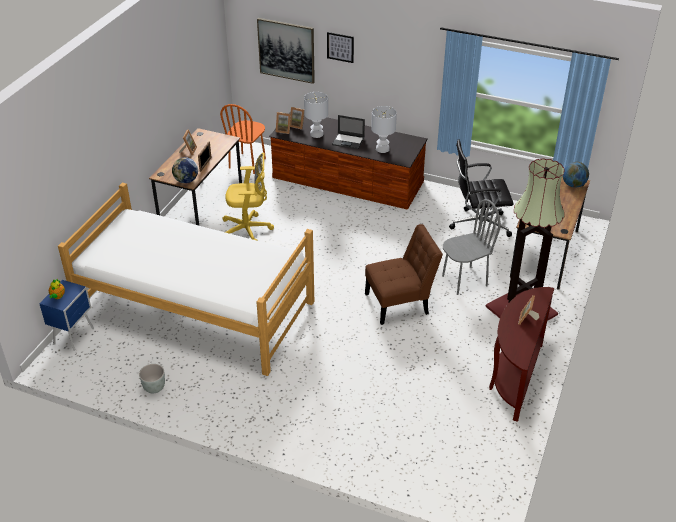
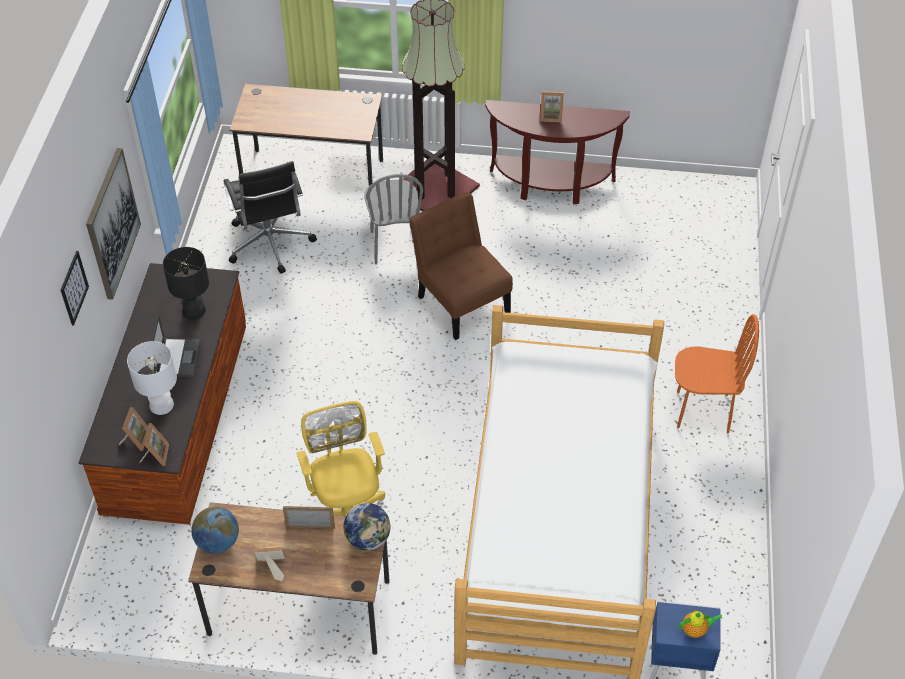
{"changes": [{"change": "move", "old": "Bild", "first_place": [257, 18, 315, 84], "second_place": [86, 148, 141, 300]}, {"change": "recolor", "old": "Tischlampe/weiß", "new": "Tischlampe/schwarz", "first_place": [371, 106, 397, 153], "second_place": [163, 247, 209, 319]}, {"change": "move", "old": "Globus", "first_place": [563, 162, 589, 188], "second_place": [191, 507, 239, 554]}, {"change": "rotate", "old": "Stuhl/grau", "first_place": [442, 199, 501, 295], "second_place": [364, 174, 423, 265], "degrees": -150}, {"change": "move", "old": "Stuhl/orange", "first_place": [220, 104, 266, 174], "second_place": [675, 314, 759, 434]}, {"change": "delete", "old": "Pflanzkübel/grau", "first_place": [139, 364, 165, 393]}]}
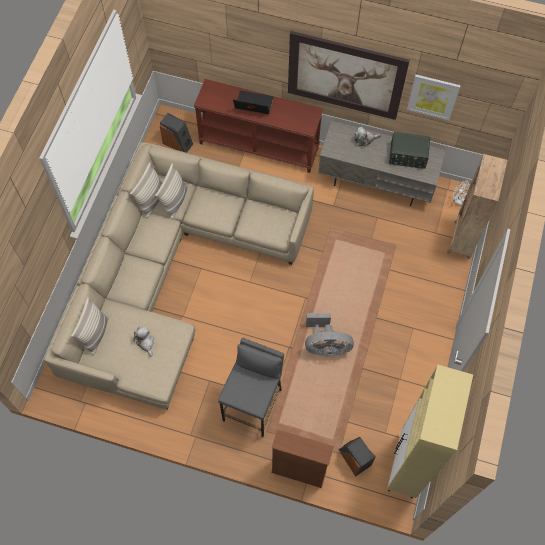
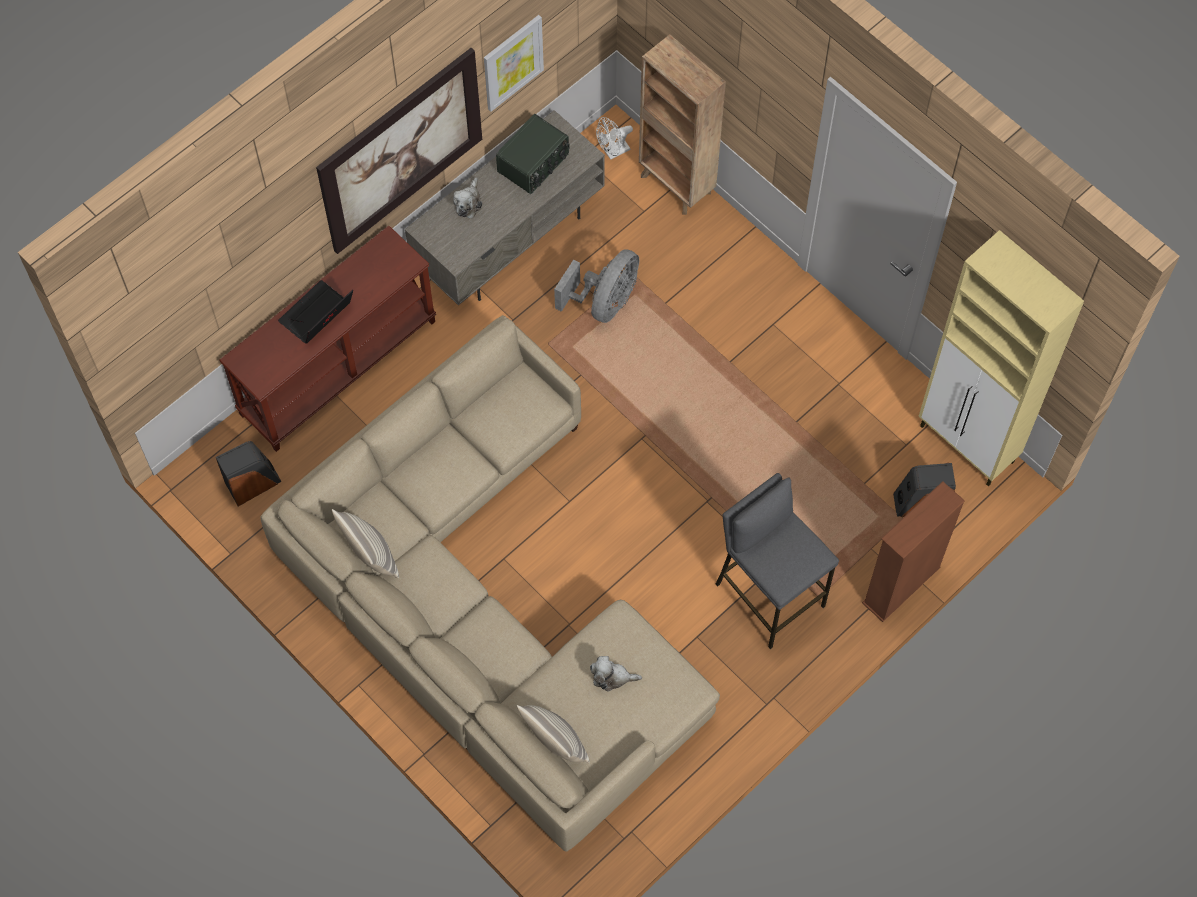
{"changes": [{"change": "move", "old": "Ventilator/grau", "first_place": [305, 313, 354, 356], "second_place": [554, 250, 639, 323]}, {"change": "delete", "old": "Kissen", "first_place": [155, 163, 188, 220]}]}
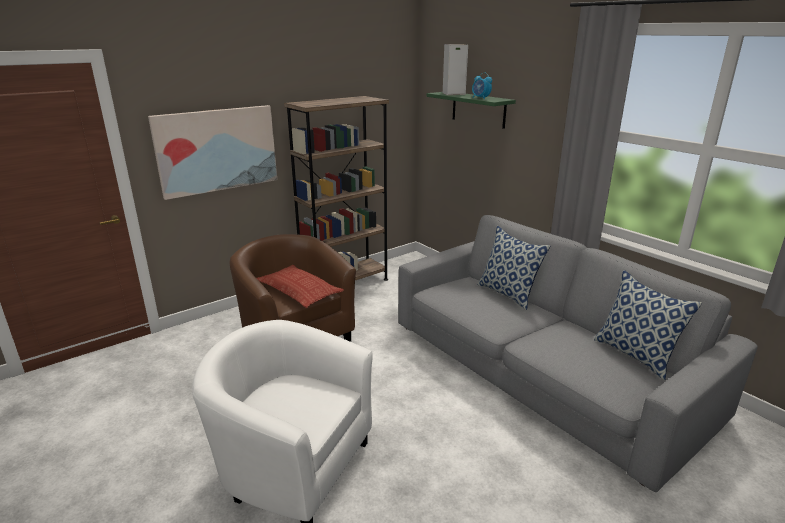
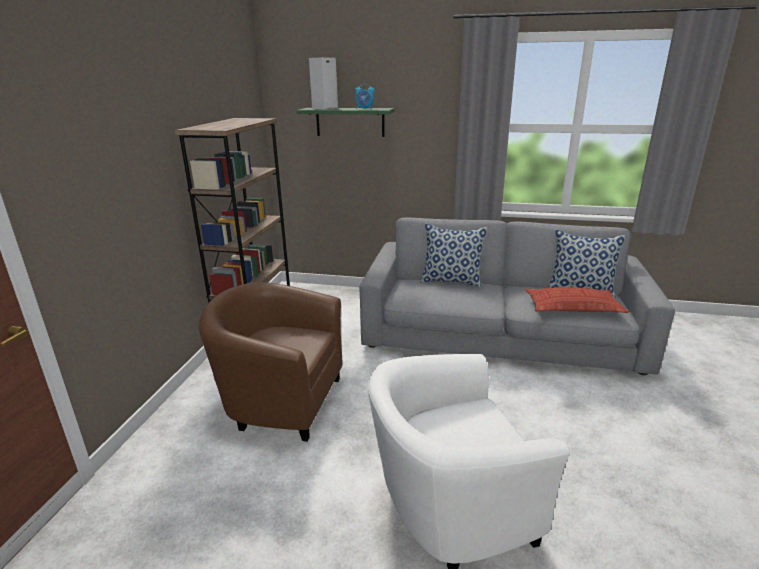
{"changes": [{"change": "move", "old": "Kissen", "first_place": [257, 265, 344, 308], "second_place": [526, 287, 629, 313]}, {"change": "delete", "old": "Bild", "first_place": [148, 105, 277, 200]}]}
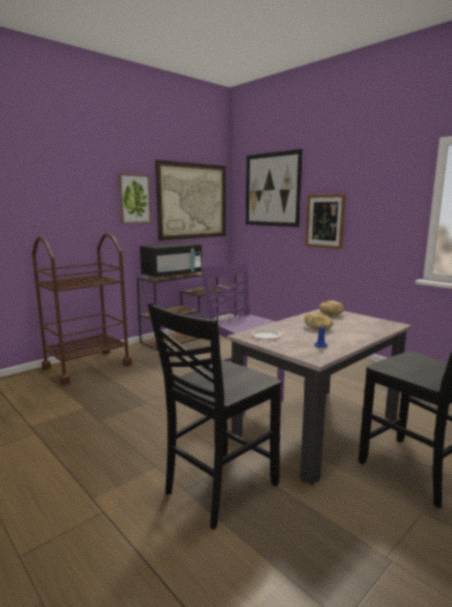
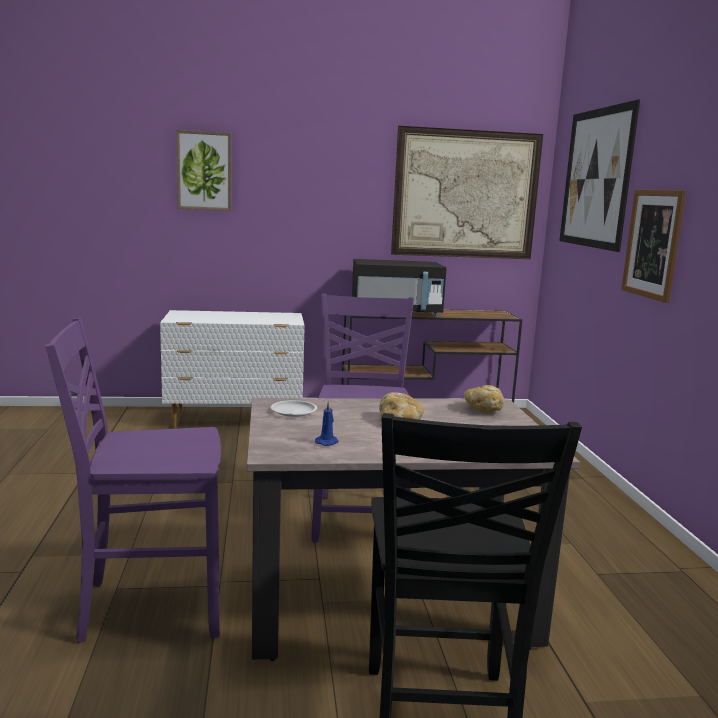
{"changes": [{"change": "recolor", "old": "Stuhl/schwarz", "new": "Stuhl/lila", "first_place": [147, 302, 282, 530], "second_place": [46, 318, 221, 643]}, {"change": "replace", "old": "Rollwagen/braun", "new": "Kommode/weiß", "first_place": [32, 233, 132, 385], "second_place": [160, 310, 305, 428]}, {"change": "move", "old": "Bild", "first_place": [118, 173, 151, 224], "second_place": [176, 130, 231, 211]}]}
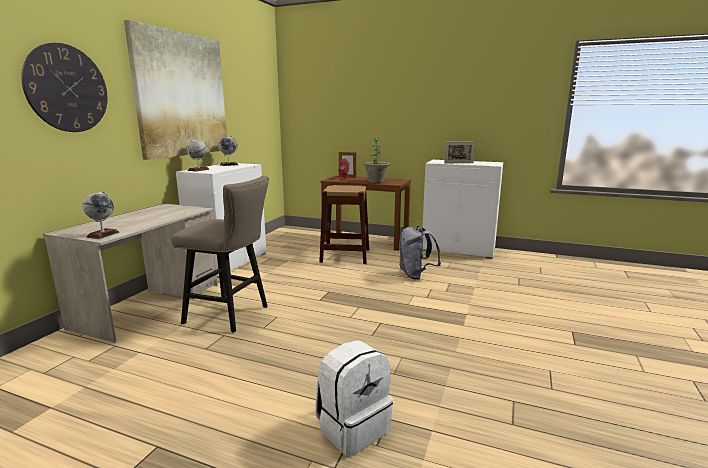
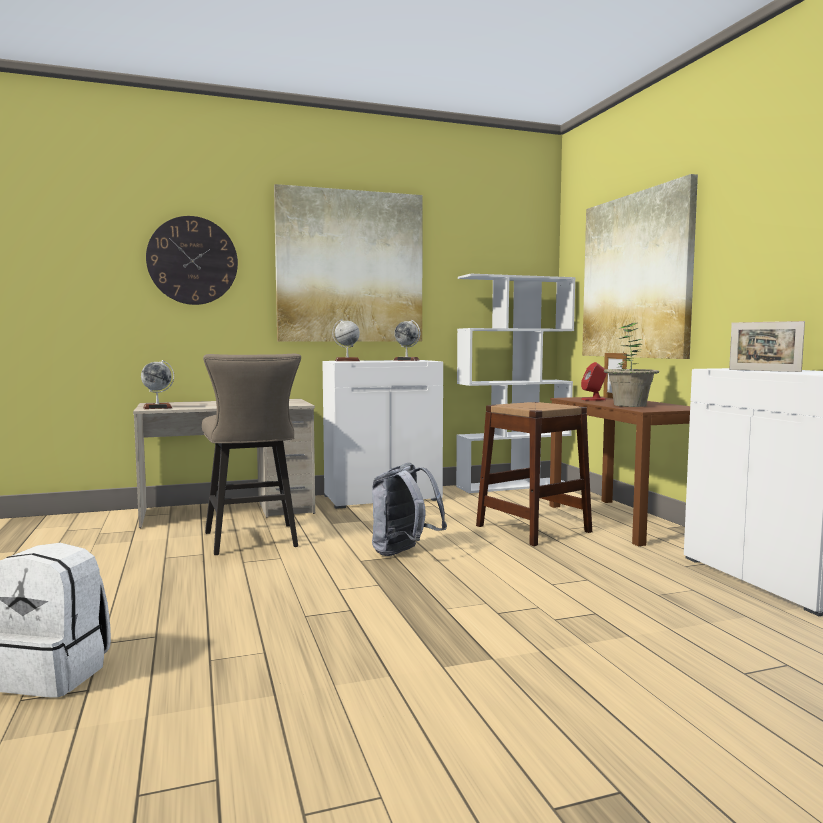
{"changes": [{"change": "move", "old": "Rucksack/grau", "first_place": [399, 226, 441, 280], "second_place": [372, 463, 447, 556]}, {"change": "insert", "new": "Bücherregal/weiß", "second_place": [456, 274, 576, 493]}, {"change": "insert", "new": "Bild", "second_place": [582, 174, 698, 359]}]}
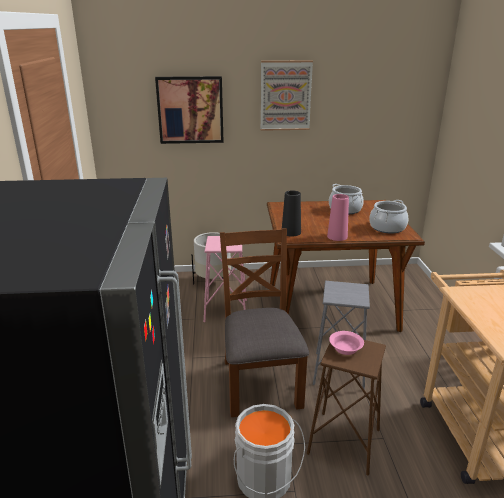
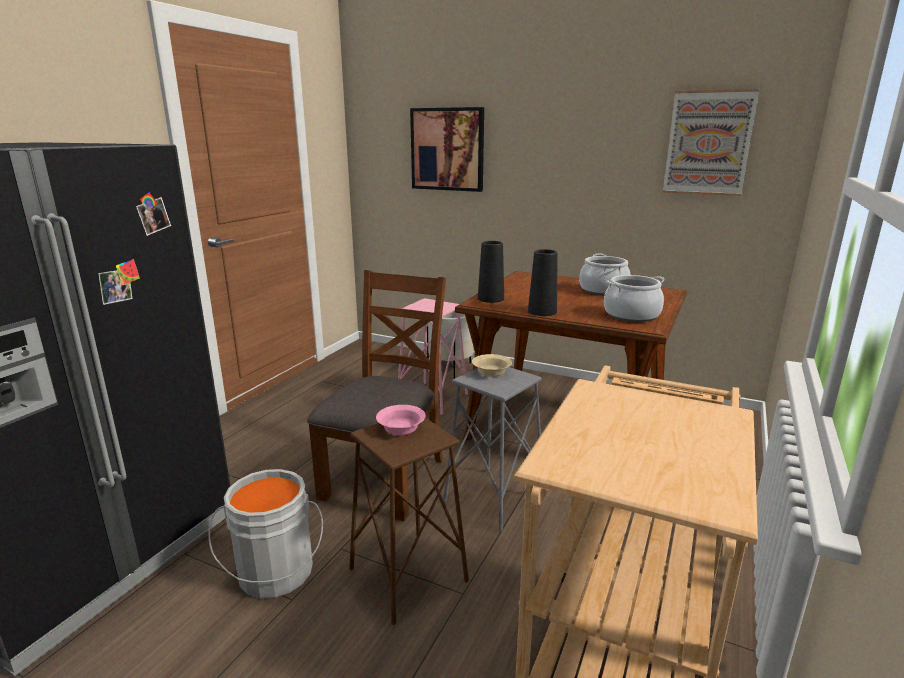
{"changes": [{"change": "insert", "new": "Schüssel/beige", "second_place": [472, 354, 512, 377]}, {"change": "recolor", "old": "Vase/rosa", "new": "Vase/schwarz", "first_place": [327, 194, 349, 241], "second_place": [528, 249, 558, 316]}, {"change": "move", "old": "Bild", "first_place": [261, 61, 313, 131], "second_place": [663, 89, 759, 196]}]}
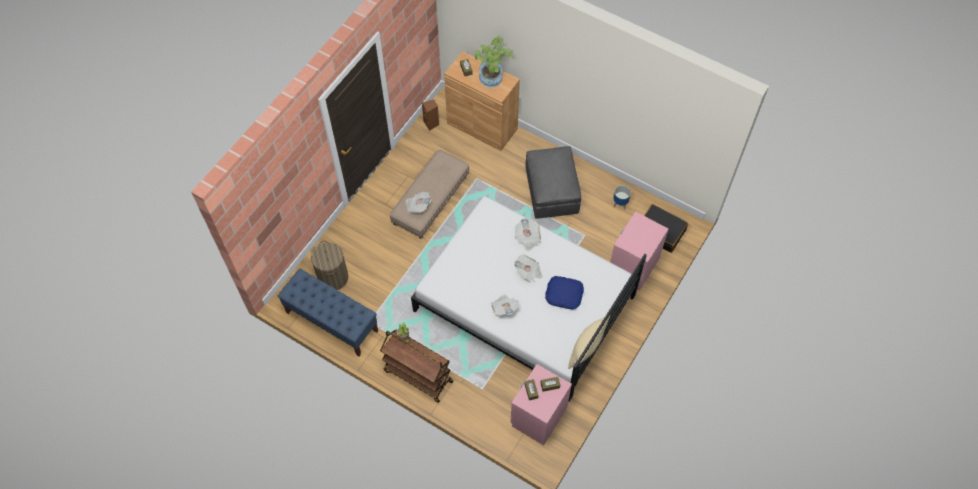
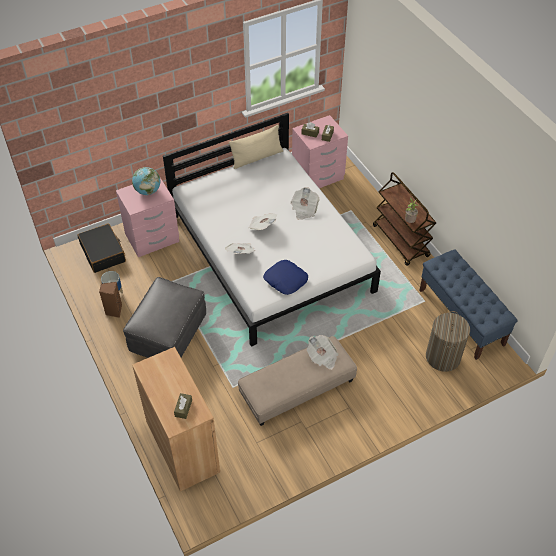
{"changes": [{"change": "move", "old": "Lautsprecher/braun", "first_place": [422, 100, 439, 131], "second_place": [99, 282, 122, 318]}, {"change": "insert", "new": "Globus", "second_place": [132, 167, 161, 195]}, {"change": "move", "old": "Kissen/blau", "first_place": [545, 276, 584, 309], "second_place": [263, 260, 308, 295]}, {"change": "delete", "old": "Topfpflanze", "first_place": [474, 35, 514, 88]}]}
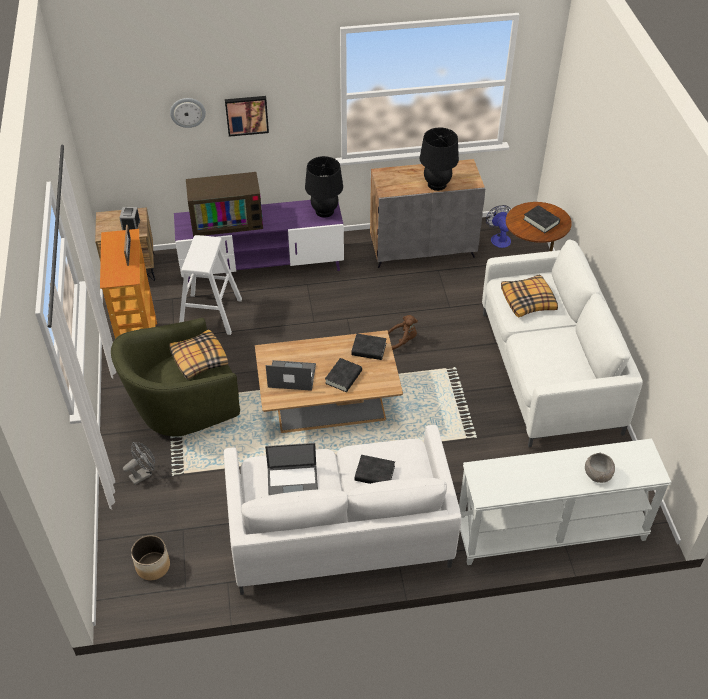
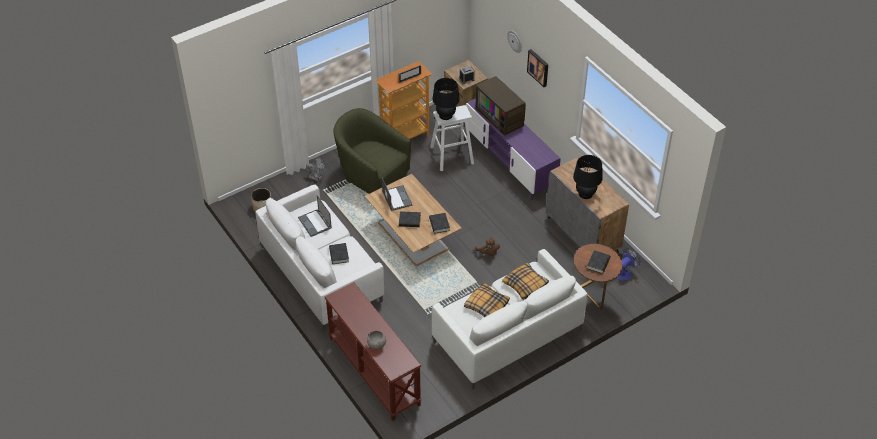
{"changes": [{"change": "recolor", "old": "Konsolentisch/weiß", "new": "Konsolentisch/braun", "first_place": [459, 439, 671, 565], "second_place": [325, 282, 422, 421]}, {"change": "move", "old": "Tischlampe/schwarz", "first_place": [305, 156, 343, 218], "second_place": [432, 78, 460, 120]}, {"change": "move", "old": "Kissen", "first_place": [169, 330, 228, 380], "second_place": [464, 283, 510, 317]}]}
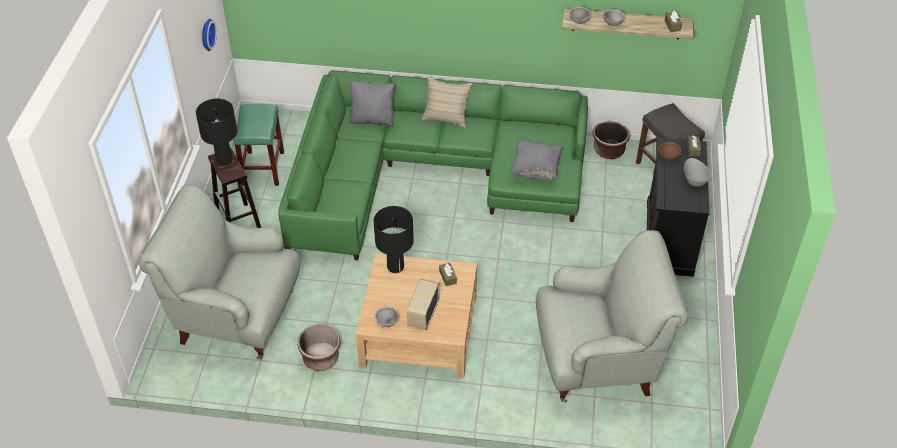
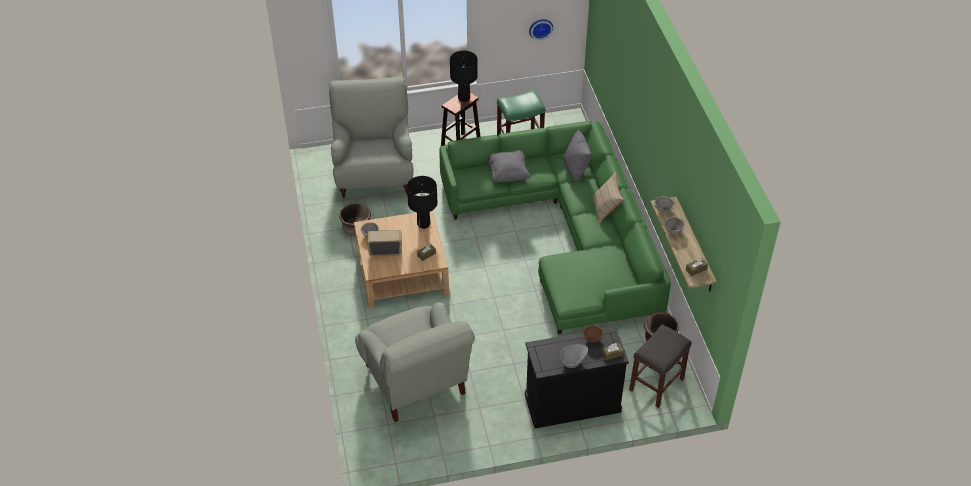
{"changes": [{"change": "move", "old": "Kissen/grau", "first_place": [509, 140, 563, 180], "second_place": [488, 150, 530, 182]}]}
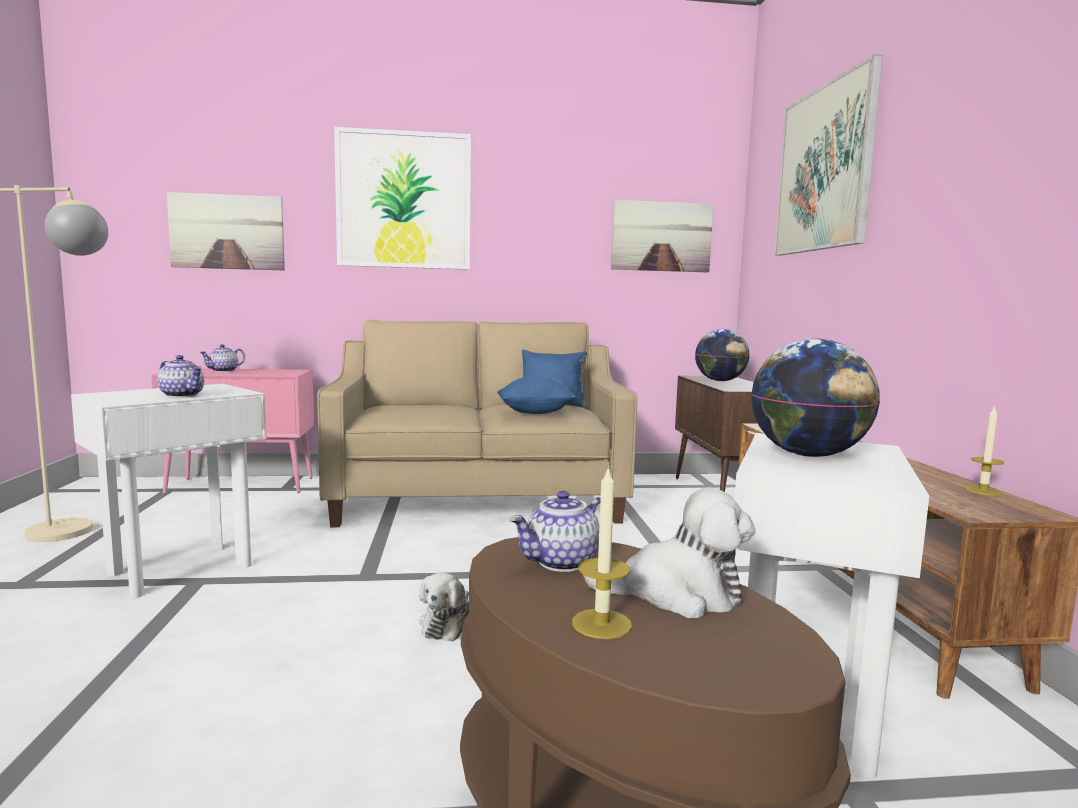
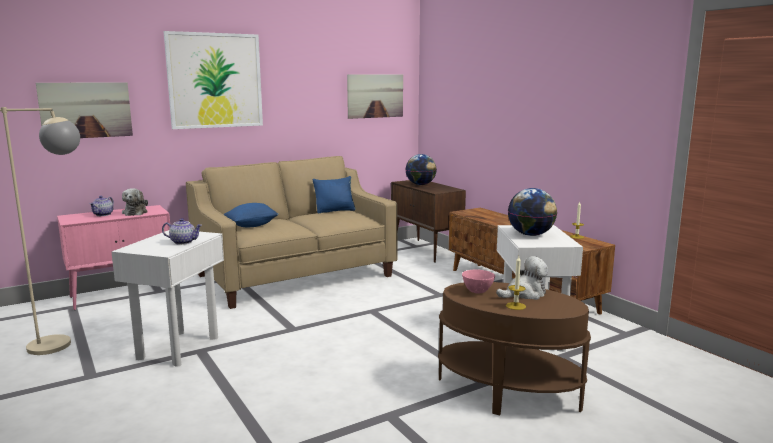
{"changes": [{"change": "move", "old": "Plüschtier", "first_place": [419, 572, 469, 641], "second_place": [122, 188, 148, 216]}, {"change": "move", "old": "Kissen/blau", "first_place": [497, 376, 576, 414], "second_place": [223, 203, 278, 227]}, {"change": "replace", "old": "Teekanne", "new": "Schüssel/rosa", "first_place": [509, 491, 601, 572], "second_place": [462, 269, 495, 294]}, {"change": "delete", "old": "Bild", "first_place": [774, 54, 883, 256]}]}
